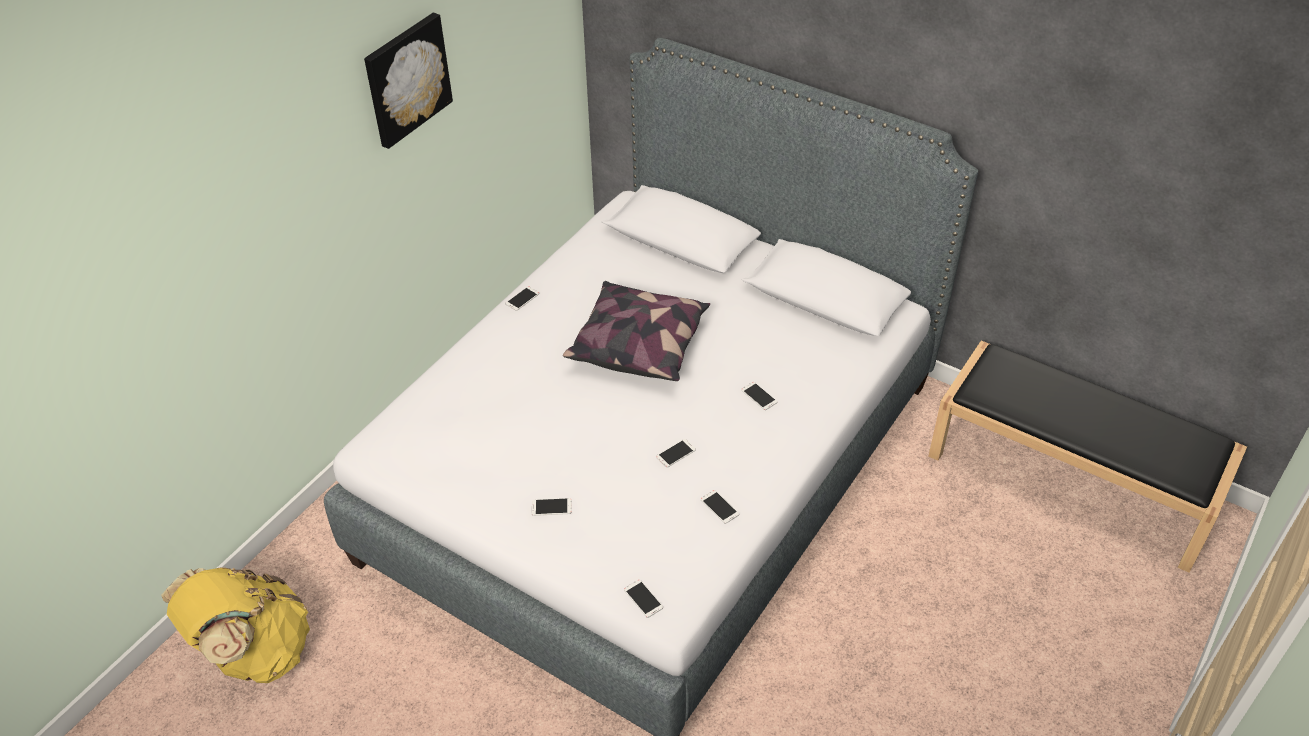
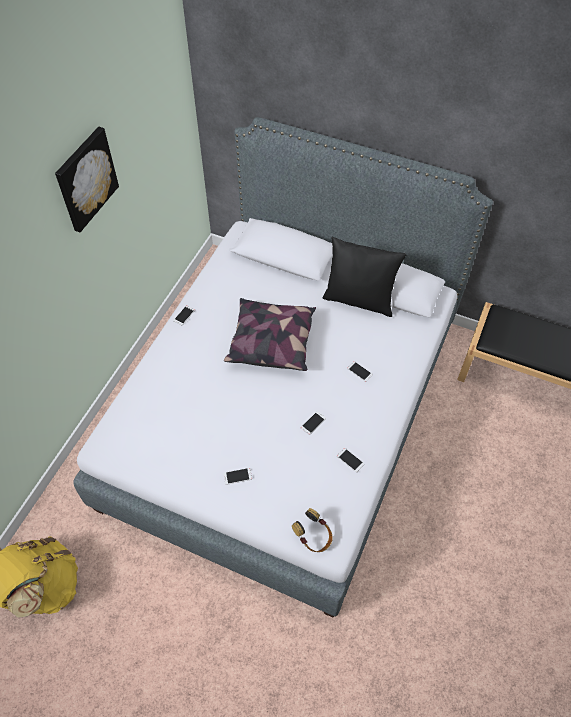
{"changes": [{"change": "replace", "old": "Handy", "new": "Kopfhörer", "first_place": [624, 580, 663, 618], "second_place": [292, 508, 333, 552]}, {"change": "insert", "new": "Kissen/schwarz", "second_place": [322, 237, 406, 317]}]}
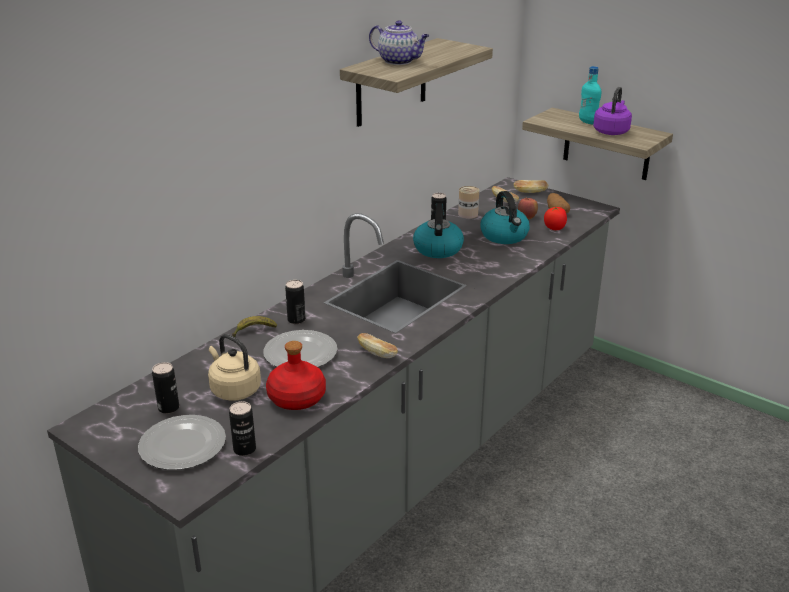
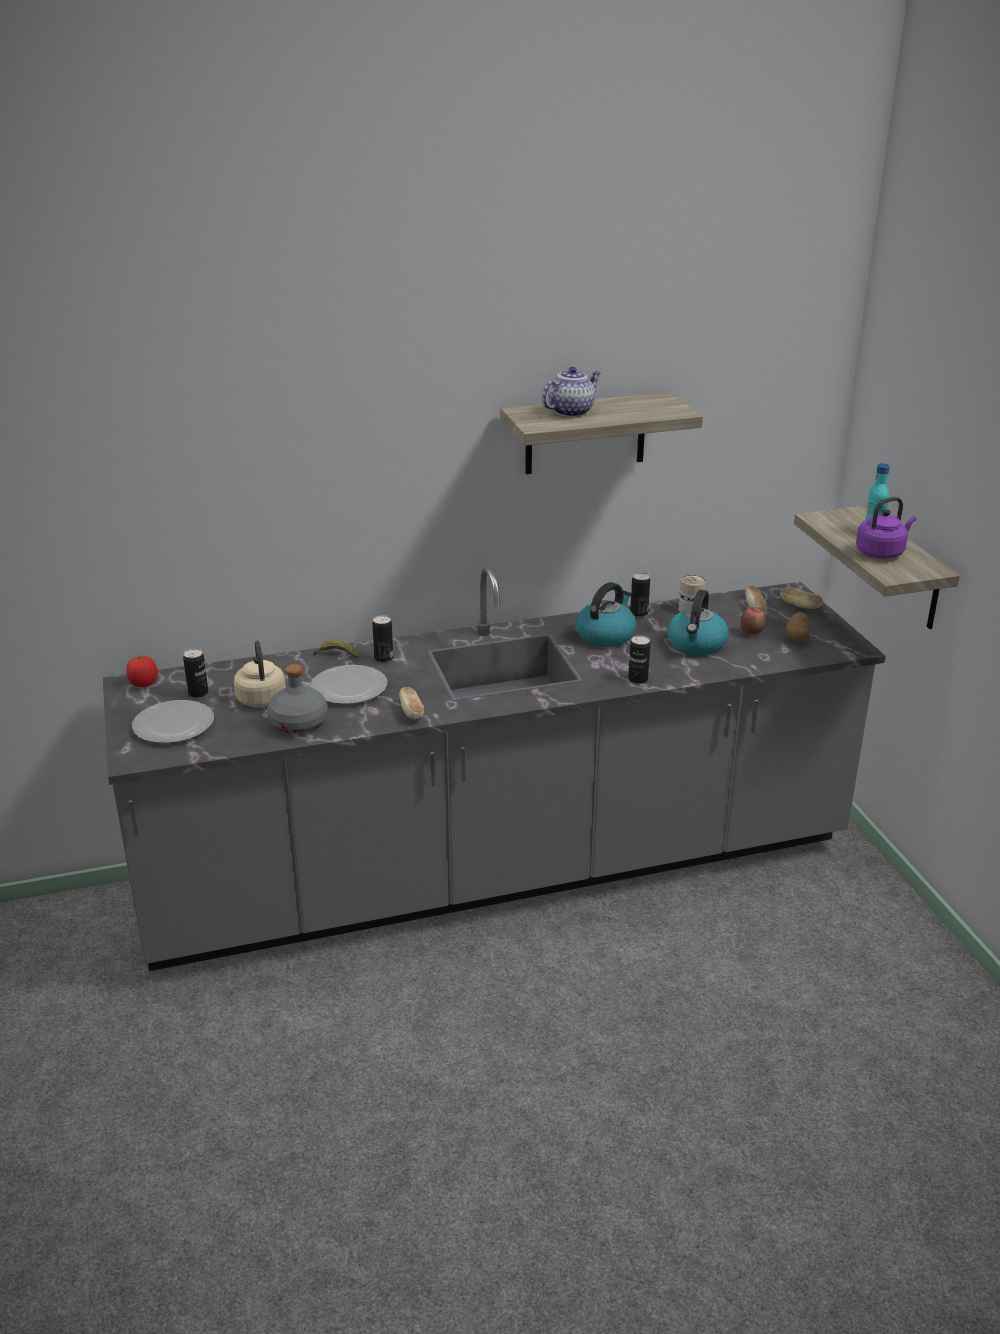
{"changes": [{"change": "move", "old": "Tomate", "first_place": [544, 207, 567, 230], "second_place": [126, 655, 158, 687]}, {"change": "recolor", "old": "Flasche/rot", "new": "Flasche/grau", "first_place": [266, 341, 326, 410], "second_place": [267, 664, 328, 734]}, {"change": "rotate", "old": "Teekanne", "first_place": [369, 20, 429, 65], "second_place": [542, 367, 601, 417], "degrees": -105}, {"change": "move", "old": "Dose", "first_place": [229, 401, 256, 456], "second_place": [628, 635, 650, 684]}]}
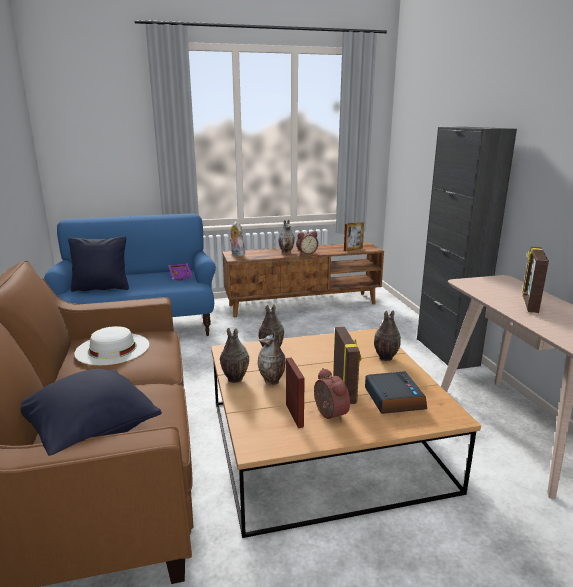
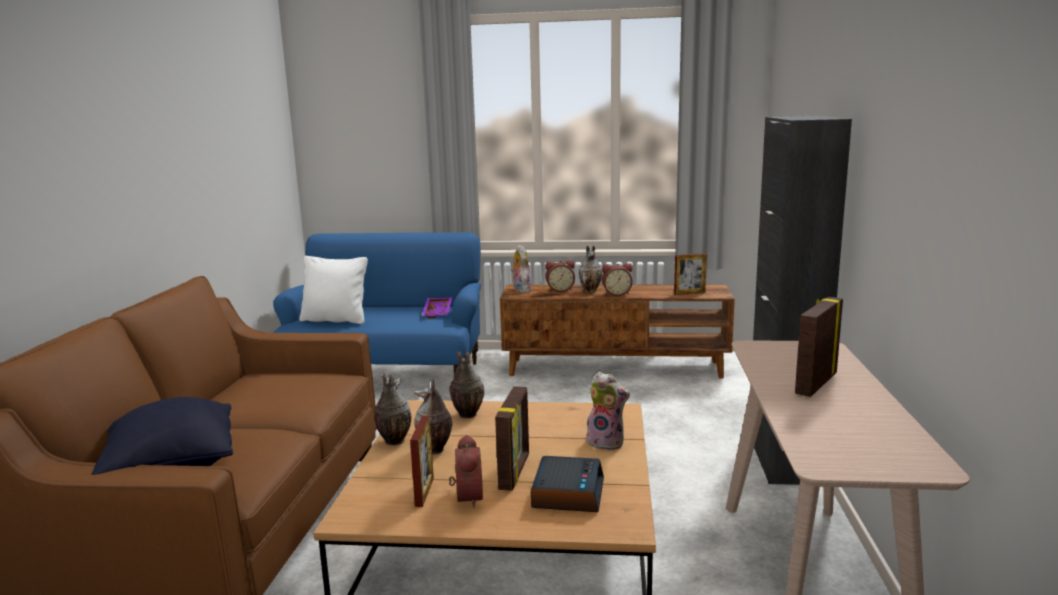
{"changes": [{"change": "recolor", "old": "Kissen/schwarz", "new": "Kissen/weiß", "first_place": [68, 236, 129, 292], "second_place": [299, 256, 368, 324]}, {"change": "insert", "new": "Wecker", "second_place": [545, 260, 575, 292]}, {"change": "replace", "old": "Vase", "new": "Plüschtier", "first_place": [374, 310, 401, 361], "second_place": [584, 372, 630, 450]}, {"change": "delete", "old": "Hut/weiß", "first_place": [74, 326, 149, 365]}]}
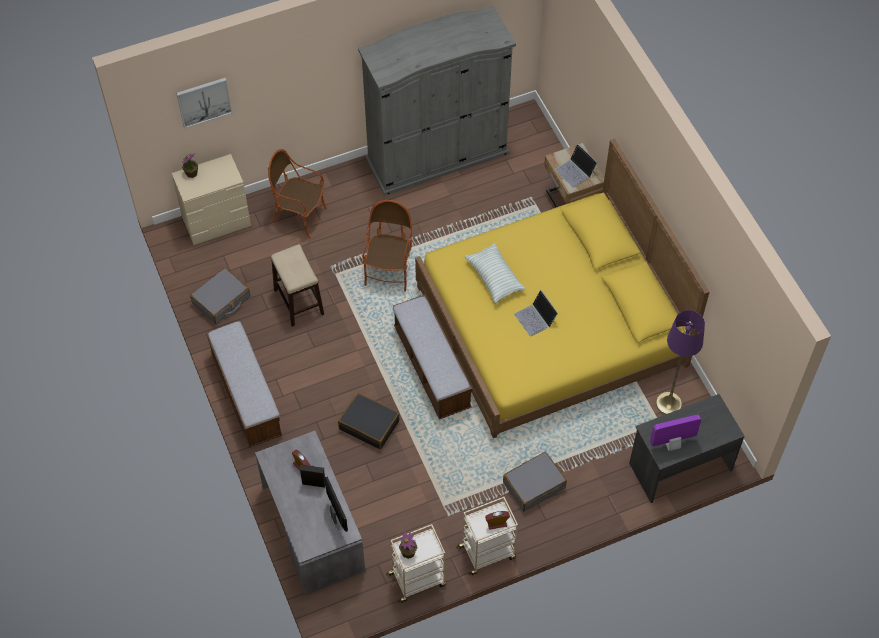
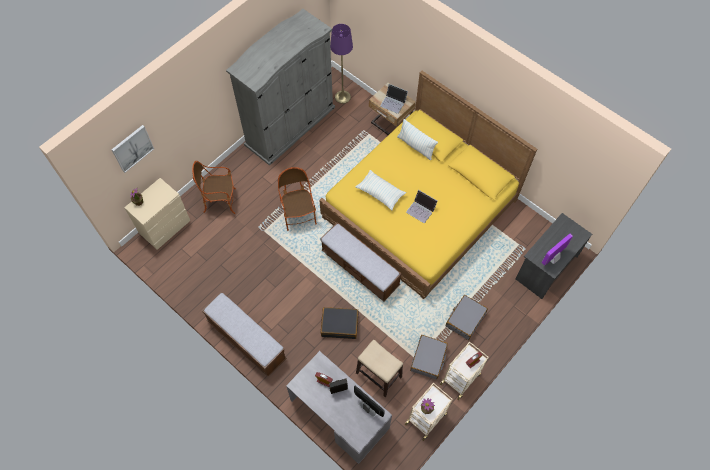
{"changes": [{"change": "move", "old": "Stehlampe/lila", "first_place": [656, 310, 705, 414], "second_place": [330, 24, 353, 104]}, {"change": "move", "old": "Hocker", "first_place": [271, 244, 324, 327], "second_place": [356, 340, 403, 397]}, {"change": "insert", "new": "Kissen", "second_place": [397, 119, 438, 161]}, {"change": "move", "old": "Koffer/grau", "first_place": [190, 268, 250, 324], "second_place": [410, 335, 448, 380]}]}
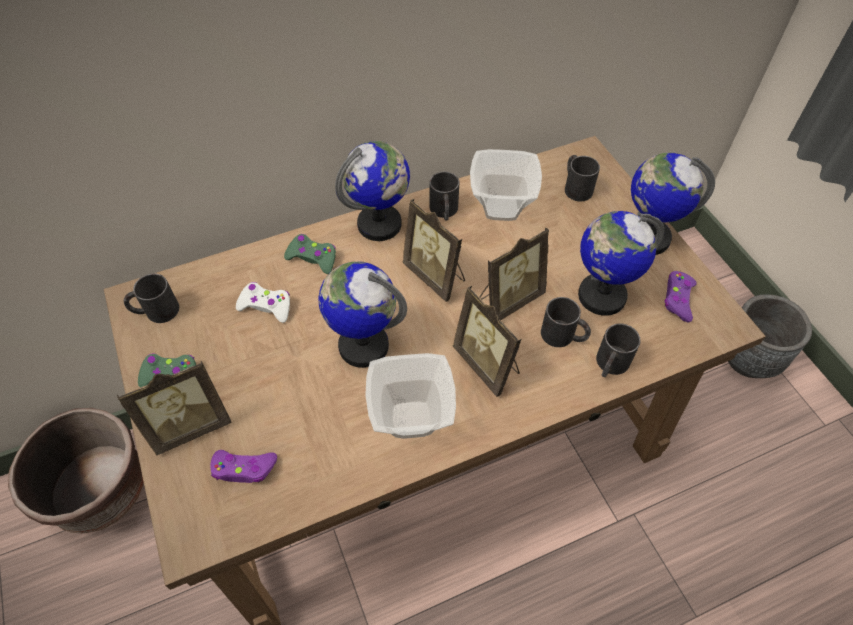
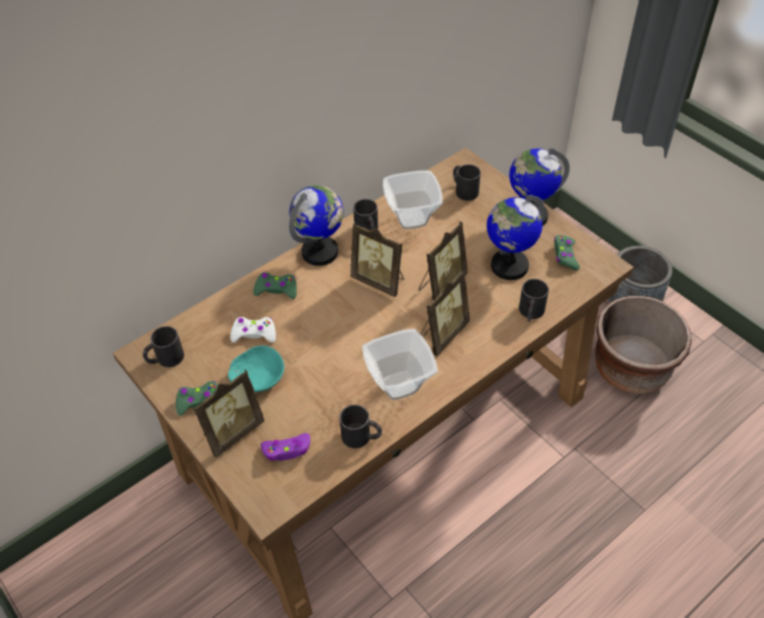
{"changes": [{"change": "insert", "new": "Schüssel/türkis", "second_place": [228, 345, 284, 392]}, {"change": "move", "old": "Henkelbecher/schwarz", "first_place": [541, 297, 591, 347], "second_place": [339, 405, 382, 448]}, {"change": "rotate", "old": "Bilderrahmen", "first_place": [453, 286, 522, 397], "second_place": [421, 270, 470, 356], "degrees": -90}, {"change": "recolor", "old": "Gamepad/lila", "new": "Gamepad/grün", "first_place": [665, 271, 697, 322], "second_place": [554, 235, 580, 270]}, {"change": "move", "old": "Pflanzkübel/braun", "first_place": [8, 408, 144, 533], "second_place": [595, 296, 692, 394]}, {"change": "delete", "old": "Globus", "first_place": [318, 261, 407, 368]}]}
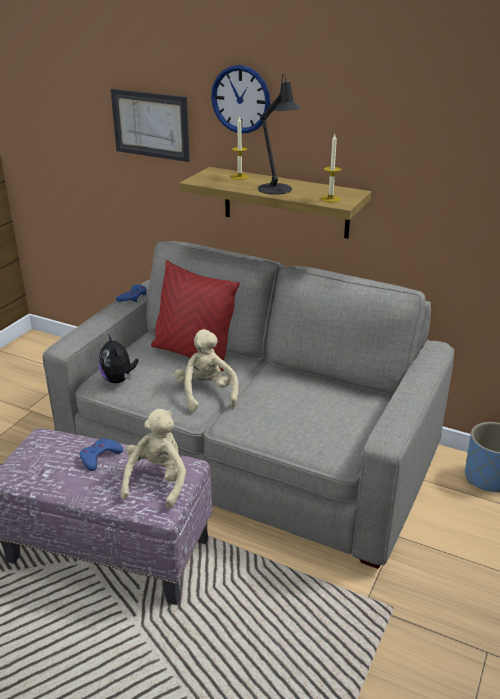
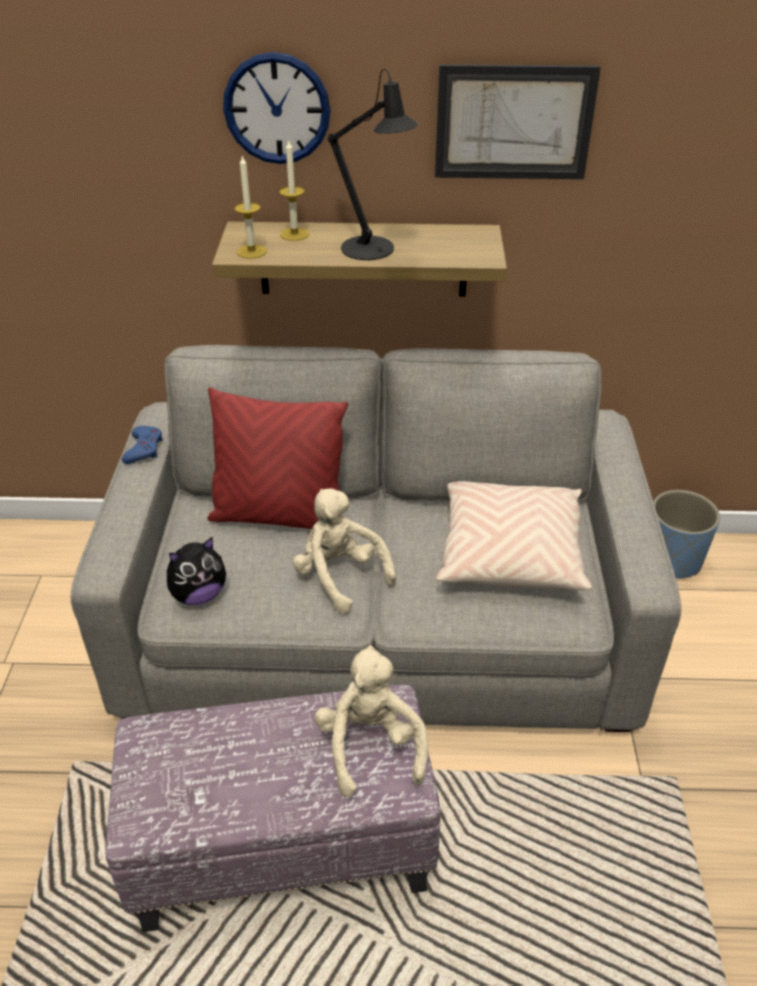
{"changes": [{"change": "rotate", "old": "Plüschtier", "first_place": [99, 334, 139, 383], "second_place": [167, 537, 226, 605], "degrees": -75}, {"change": "move", "old": "Kerze", "first_place": [321, 135, 341, 203], "second_place": [234, 154, 267, 259]}, {"change": "move", "old": "Bild", "first_place": [111, 89, 190, 162], "second_place": [435, 64, 601, 179]}, {"change": "insert", "new": "Kissen/beige", "second_place": [436, 481, 592, 590]}, {"change": "delete", "old": "Gamepad/blau", "first_place": [80, 438, 123, 471]}]}
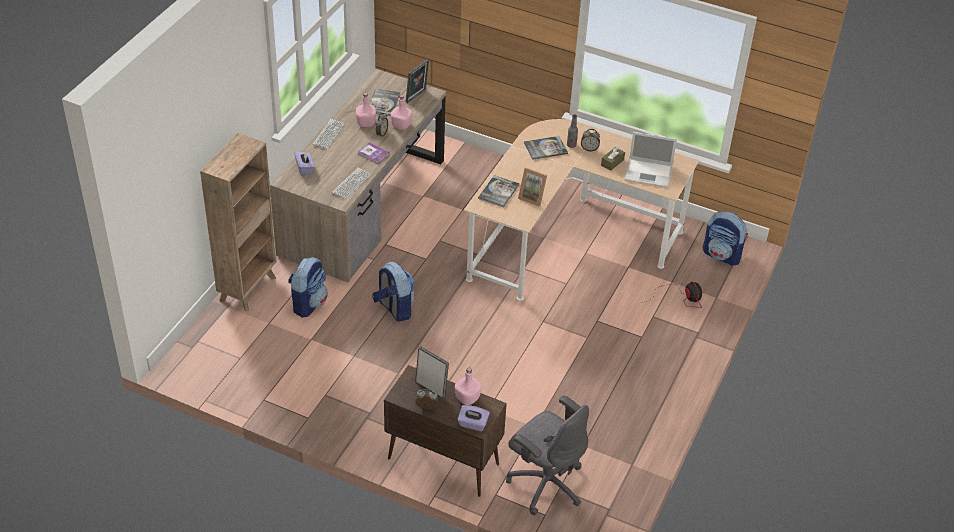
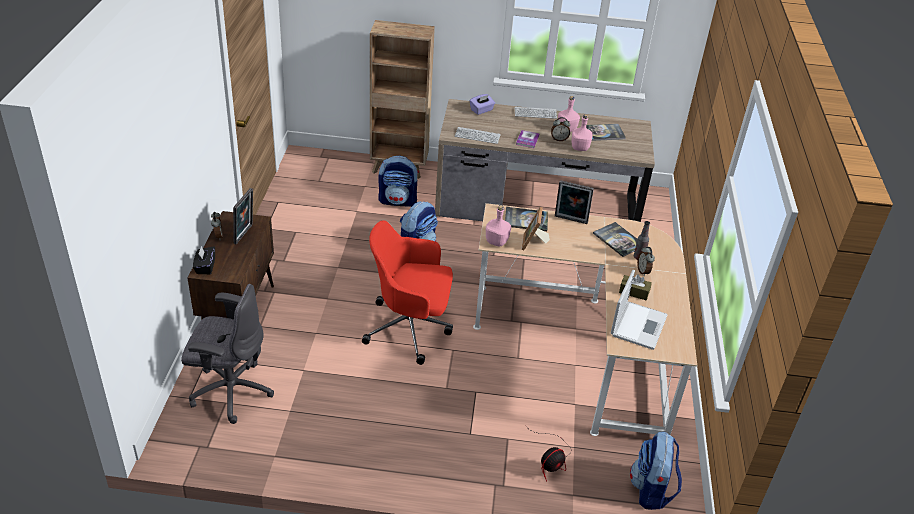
{"changes": [{"change": "rotate", "old": "Bürostuhl/grau", "first_place": [506, 396, 589, 515], "second_place": [181, 284, 274, 424], "degrees": -105}, {"change": "recolor", "old": "Taschentuchbox/lila", "new": "Taschentuchbox/schwarz", "first_place": [457, 405, 490, 431], "second_place": [193, 246, 215, 274]}, {"change": "insert", "new": "Bürostuhl/rot", "second_place": [362, 220, 453, 365]}, {"change": "move", "old": "Flasche/rosa", "first_place": [455, 368, 482, 405], "second_place": [486, 205, 511, 246]}, {"change": "move", "old": "Bilderrahmen", "first_place": [406, 59, 429, 103], "second_place": [555, 180, 594, 224]}, {"change": "rotate", "old": "Laptop", "first_place": [625, 132, 677, 188], "second_place": [611, 270, 668, 350], "degrees": -150}]}
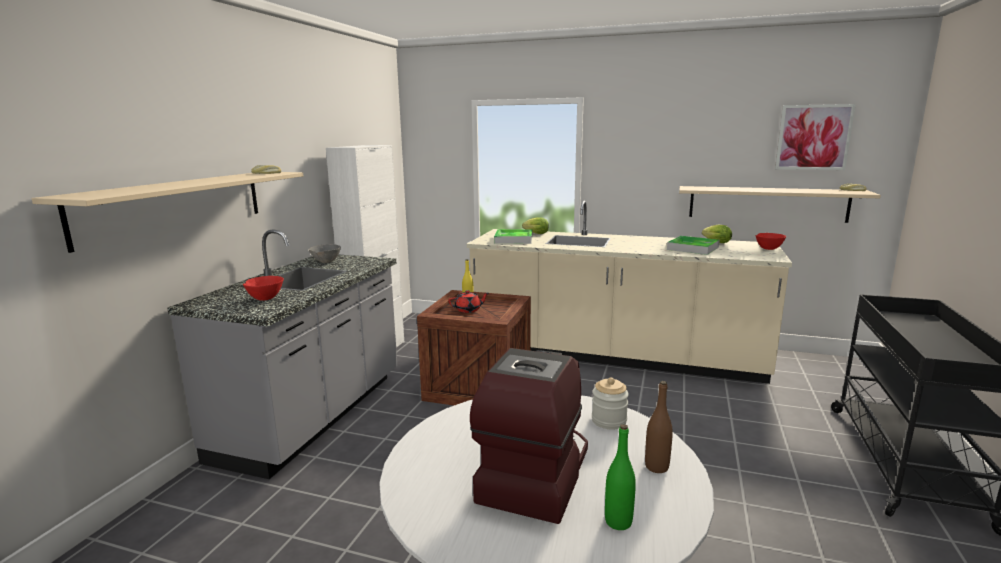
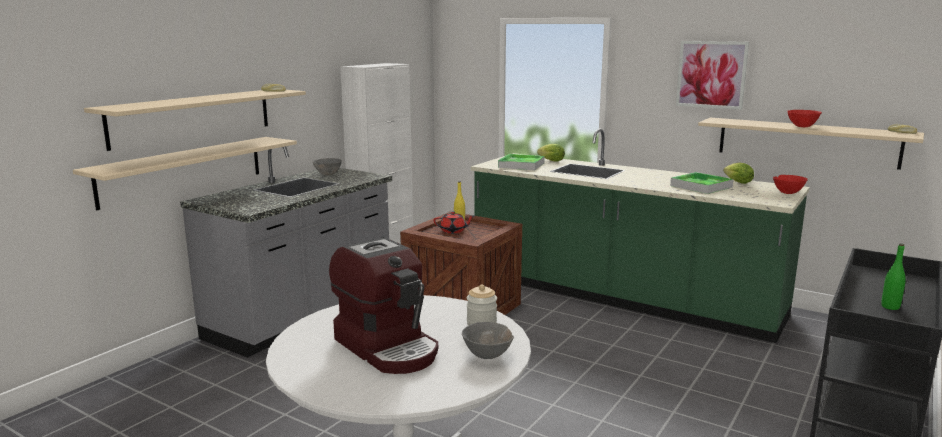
{"changes": [{"change": "insert", "new": "Wandregal/beige", "second_place": [73, 137, 297, 210]}, {"change": "rotate", "old": "Kaffeemaschine", "first_place": [470, 348, 588, 524], "second_place": [329, 237, 438, 374], "degrees": 105}, {"change": "replace", "old": "Flasche/braun", "new": "Schüssel/grau", "first_place": [645, 381, 673, 473], "second_place": [462, 322, 514, 359]}, {"change": "recolor", "old": "Küchenzeile/beige", "new": "Küchenzeile/grün", "first_place": [467, 201, 792, 384], "second_place": [471, 128, 810, 343]}, {"change": "move", "old": "Bild", "first_place": [775, 104, 856, 170], "second_place": [676, 41, 749, 110]}, {"change": "move", "old": "Schüssel/rot", "first_place": [243, 276, 284, 300], "second_place": [787, 110, 822, 127]}, {"change": "move", "old": "Flasche/grün", "first_place": [605, 424, 636, 530], "second_place": [881, 244, 906, 310]}]}
